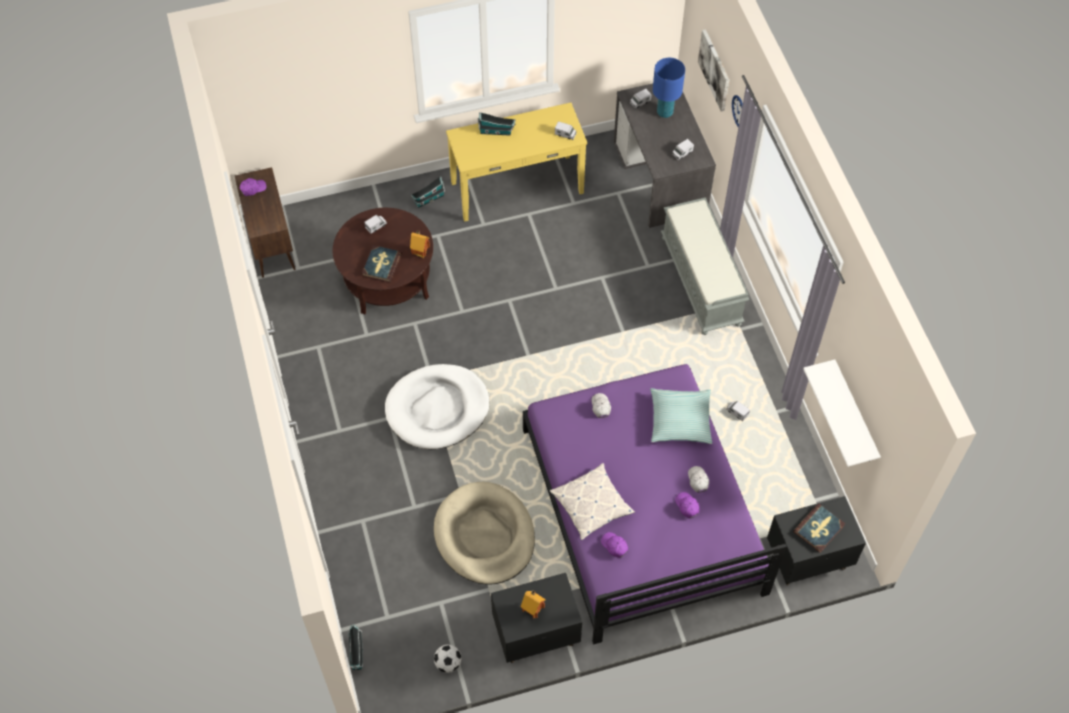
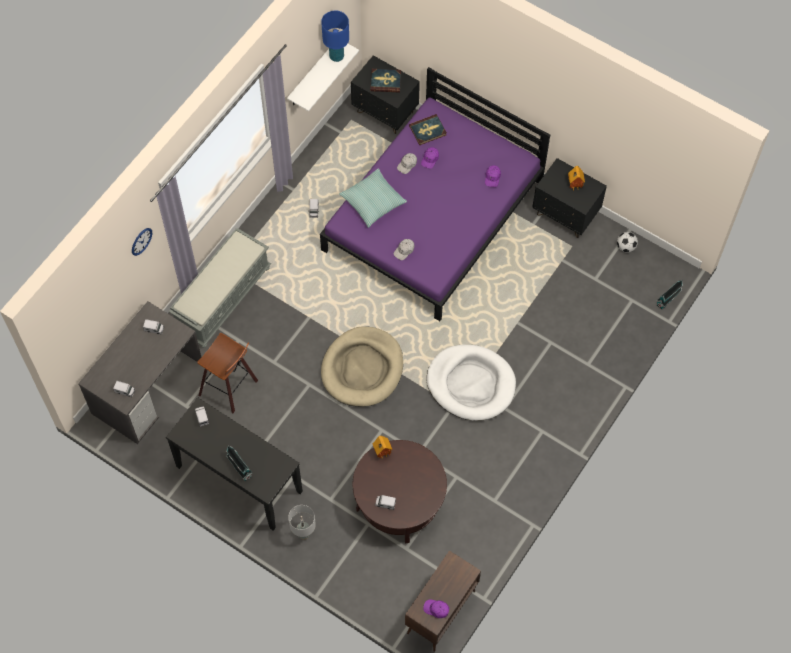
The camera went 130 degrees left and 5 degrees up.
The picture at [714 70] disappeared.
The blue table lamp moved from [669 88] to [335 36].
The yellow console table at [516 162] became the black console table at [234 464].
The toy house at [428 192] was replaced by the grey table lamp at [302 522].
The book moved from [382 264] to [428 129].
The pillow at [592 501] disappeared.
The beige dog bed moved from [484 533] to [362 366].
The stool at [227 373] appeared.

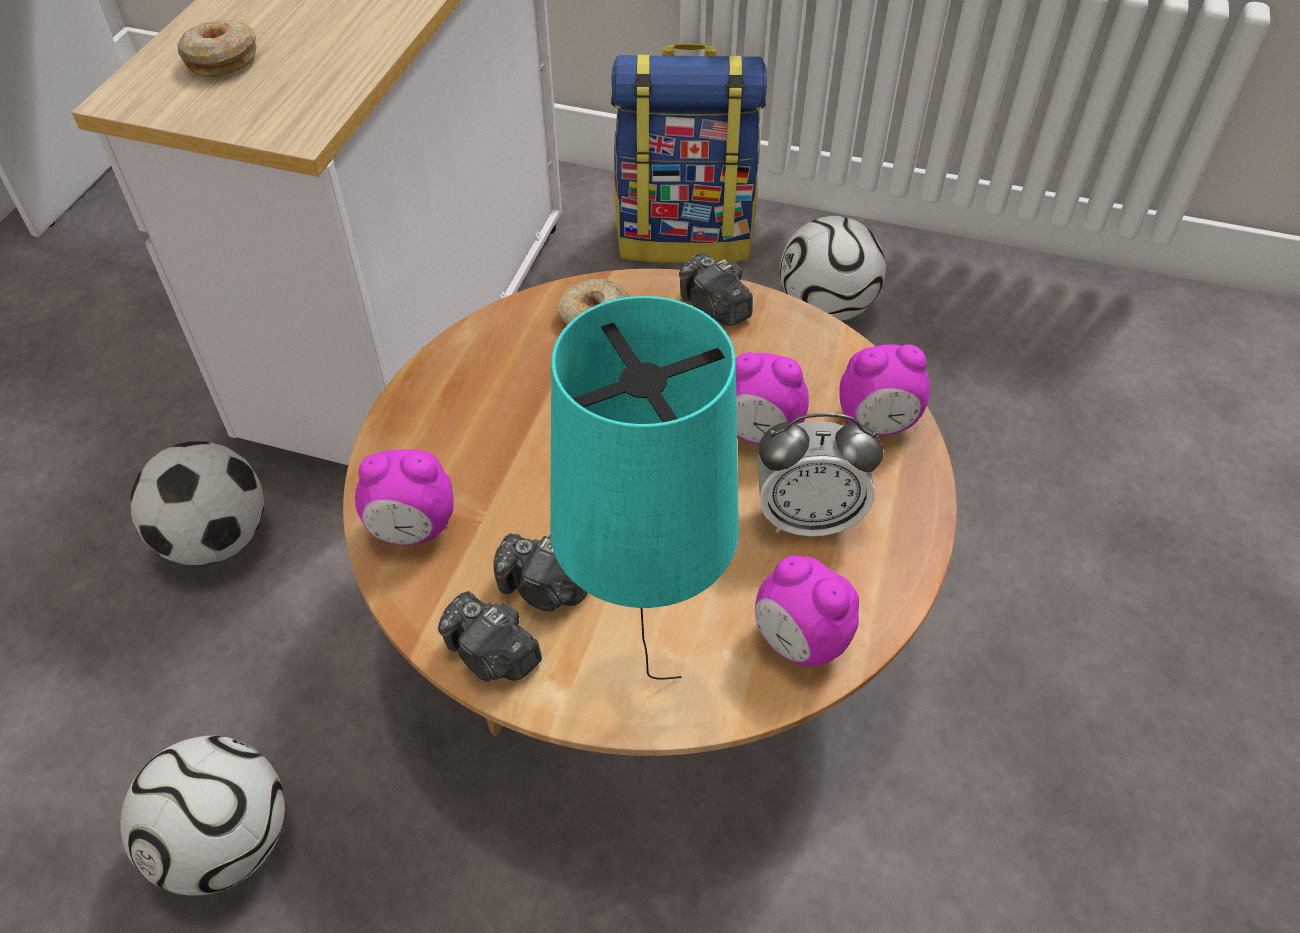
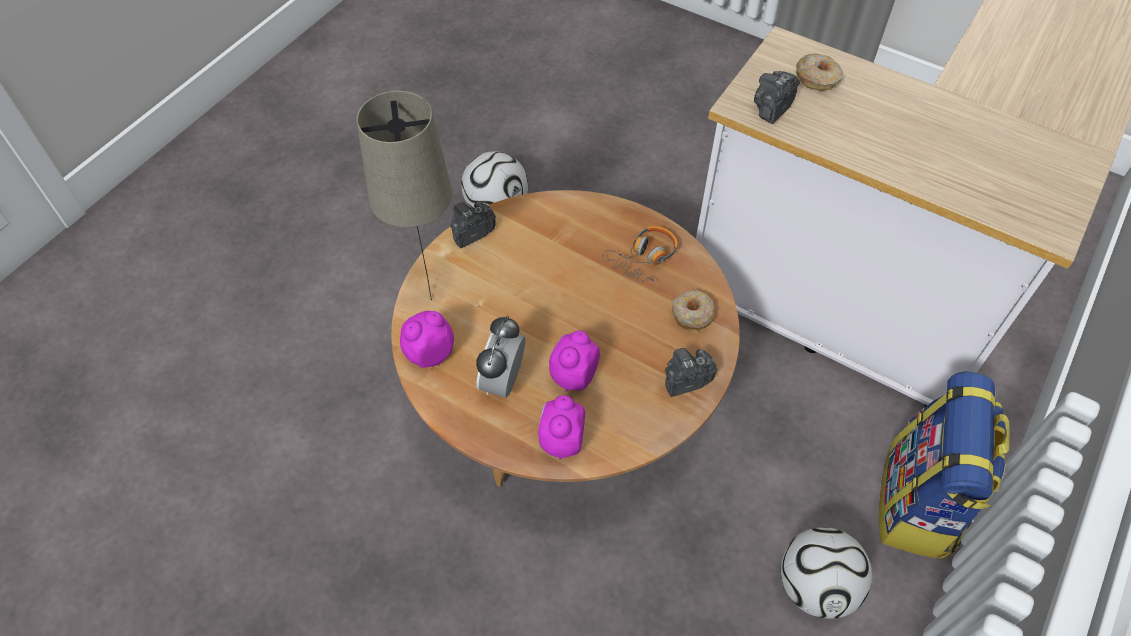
The camera went 105 degrees right and 5 degrees up.
The turquoise table lamp at [644 487] became the beige table lamp at [404 195].
The football at [197 503] disappeared.
The alarm clock at [404 497] disappeared.
The photo camera moved from [540 572] to [777 97].
The headphones at [640 254] appeared.

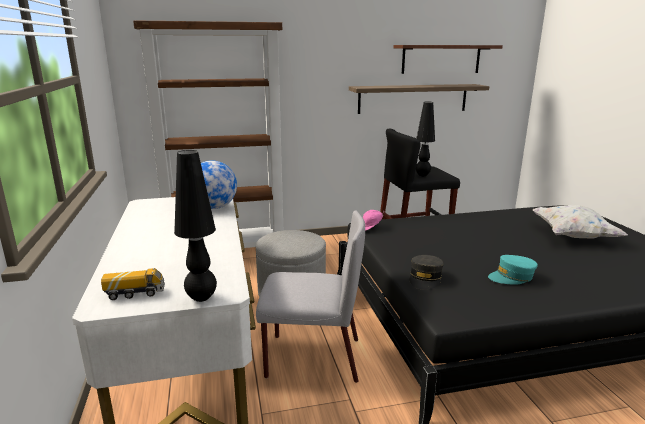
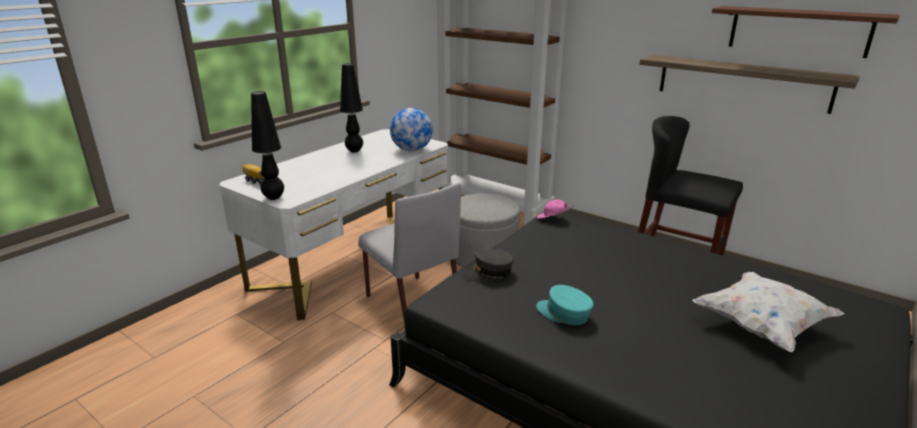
The camera went 50 degrees right and 5 degrees up.
The black table lamp moved from [425 138] to [351 108].

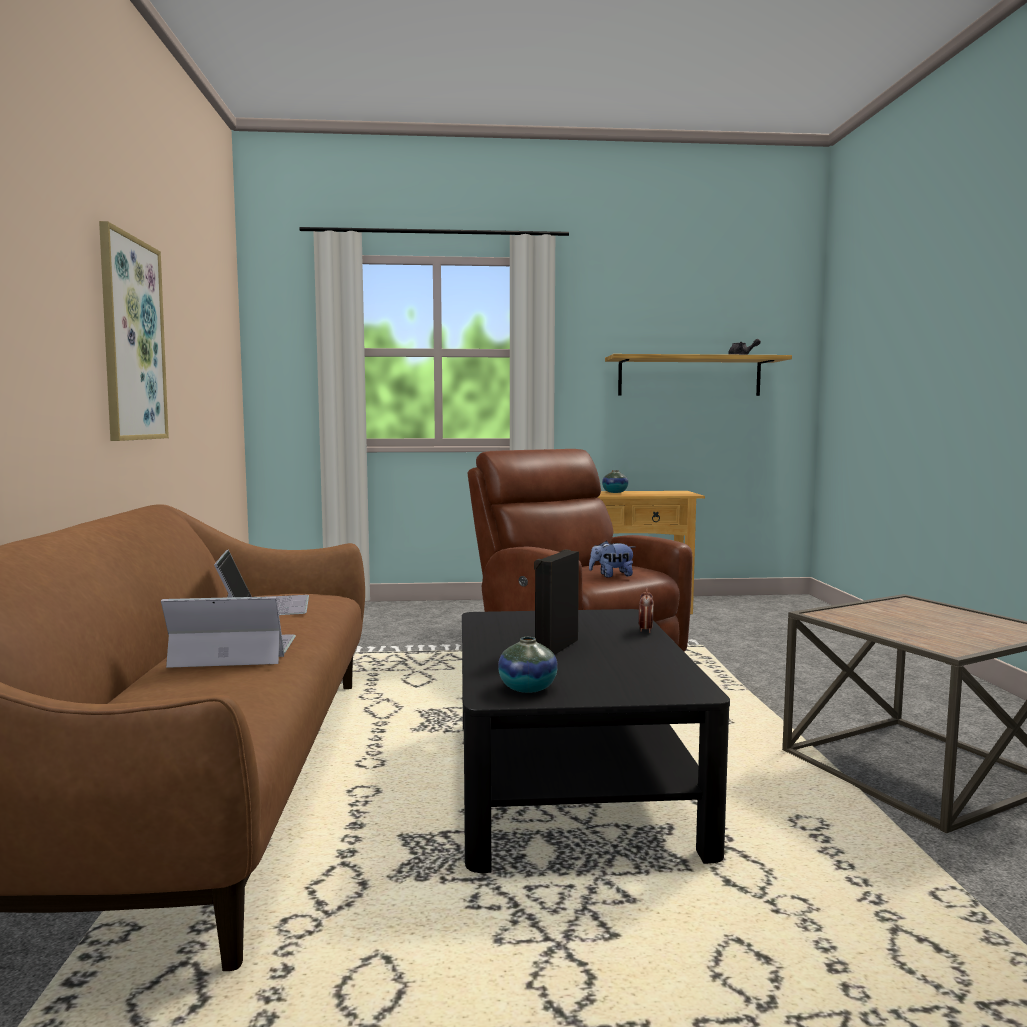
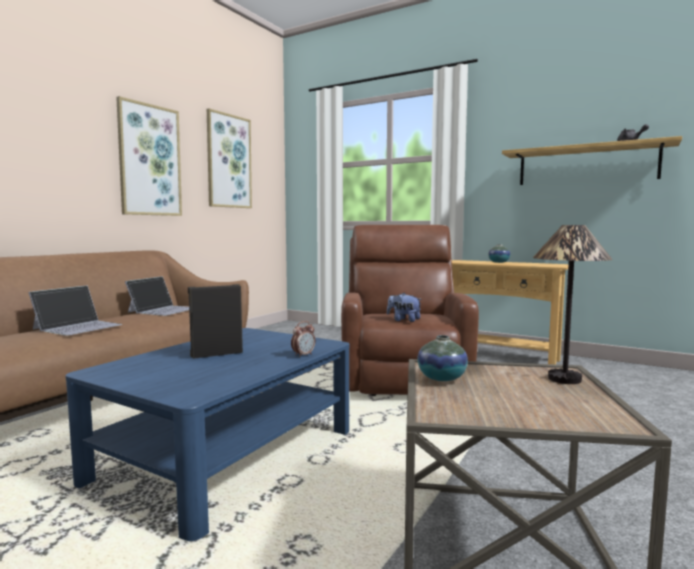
The camera went 35 degrees right and 0 degrees up.
The laptop at [228 632] turned 90 degrees clockwise.
The black coffee table at [596 741] became the blue coffee table at [207 434].
The vase moved from [528 665] to [442 358].
The picture at [229 158] appeared.
The table lamp at [573 304] appeared.

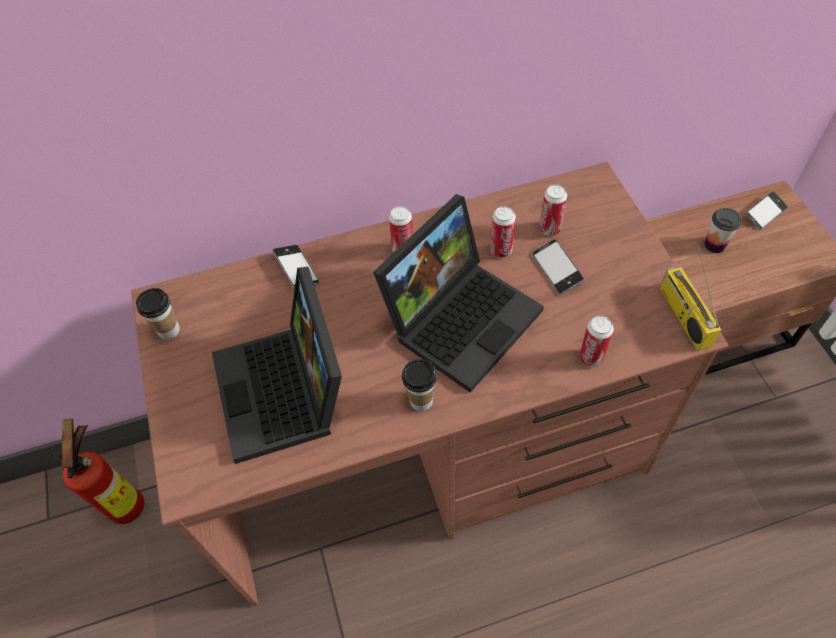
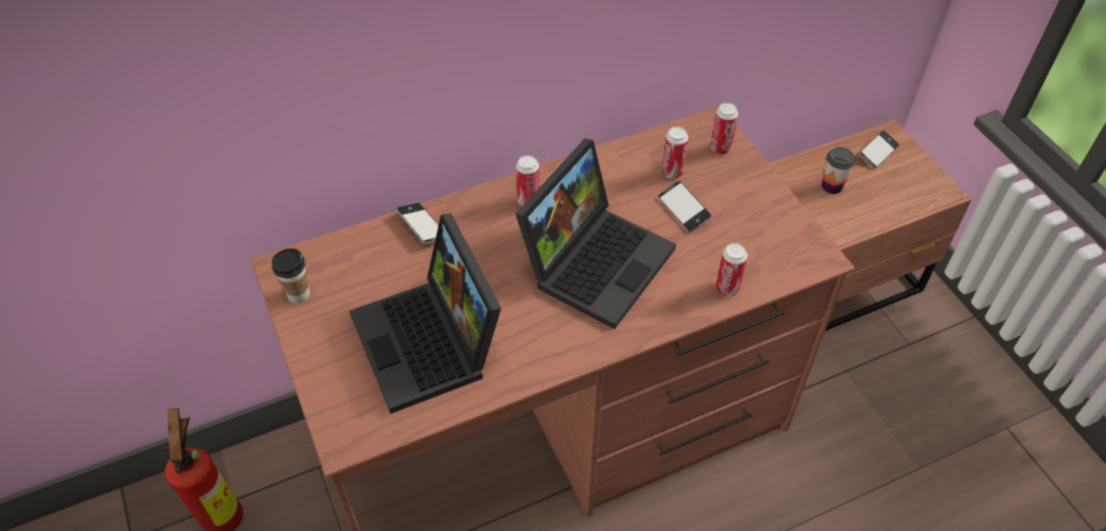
The camera went 10 degrees left and 5 degrees down.
The can moved from [503 231] to [724 128].
The radio at [690 298] disappeared.
The cup at [419 385] disappeared.

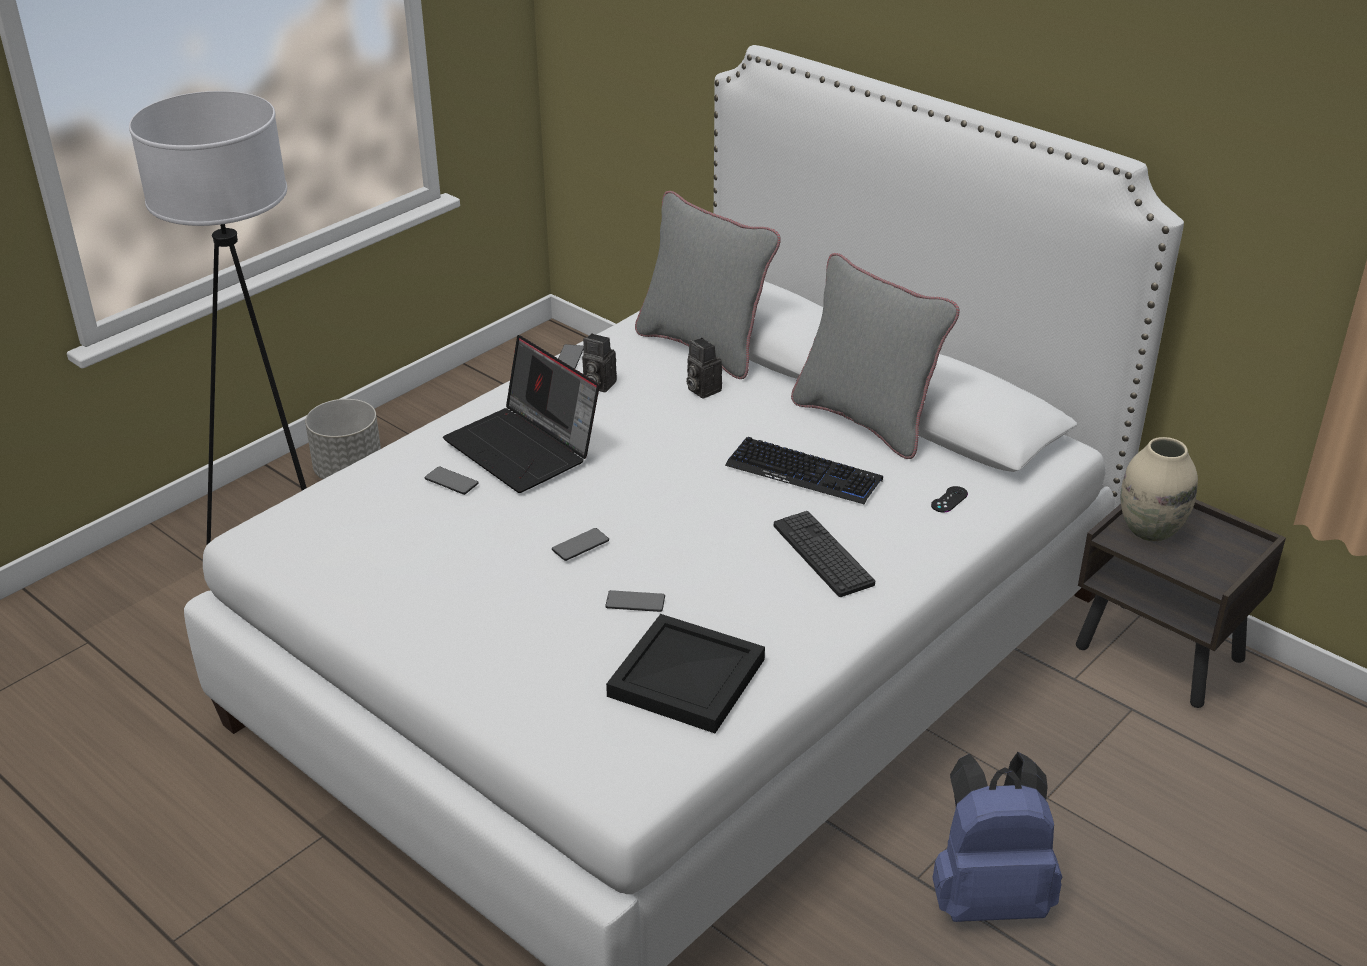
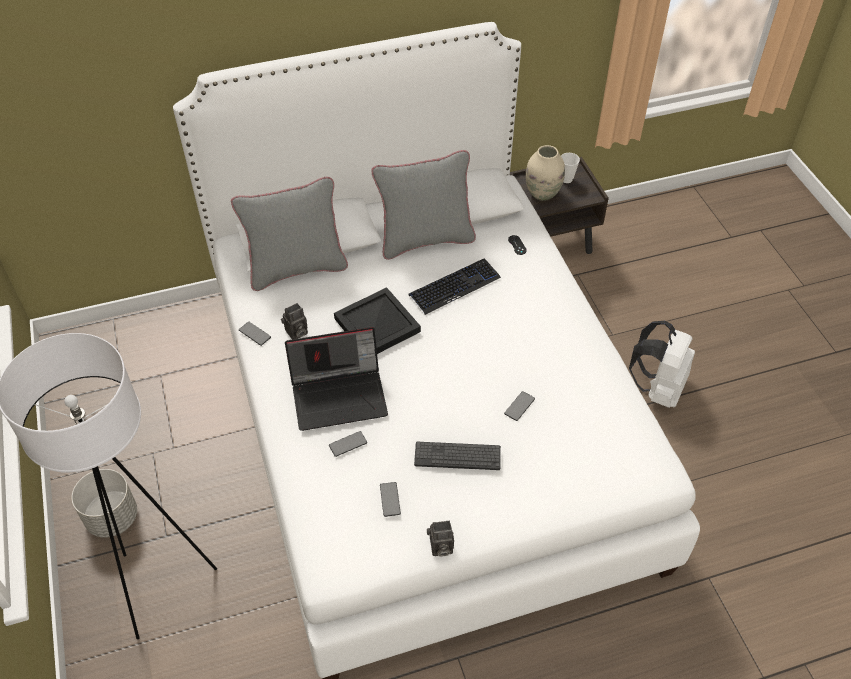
The camera went 60 degrees left and 15 degrees up.
The photo camera moved from [704 368] to [440 539].
The keyboard moved from [824 554] to [457 456].
The phone moved from [580 544] to [390 499].
The black tray moved from [685 673] to [377 320].
The blue backpack at [997 837] became the white backpack at [662 364].
The cup at [570 168] appeared.

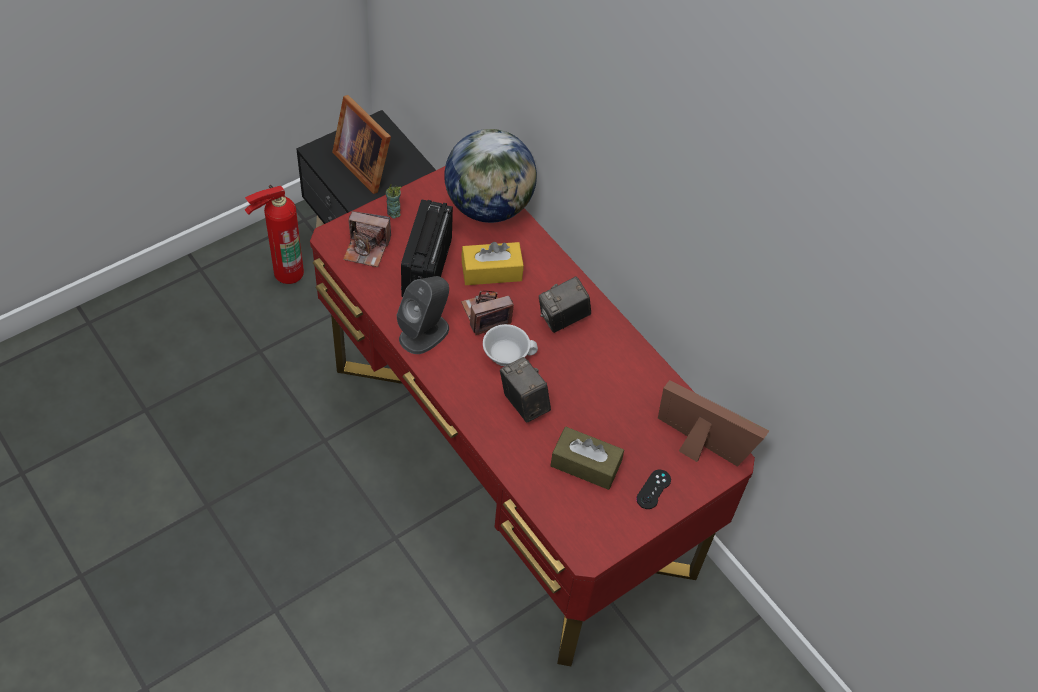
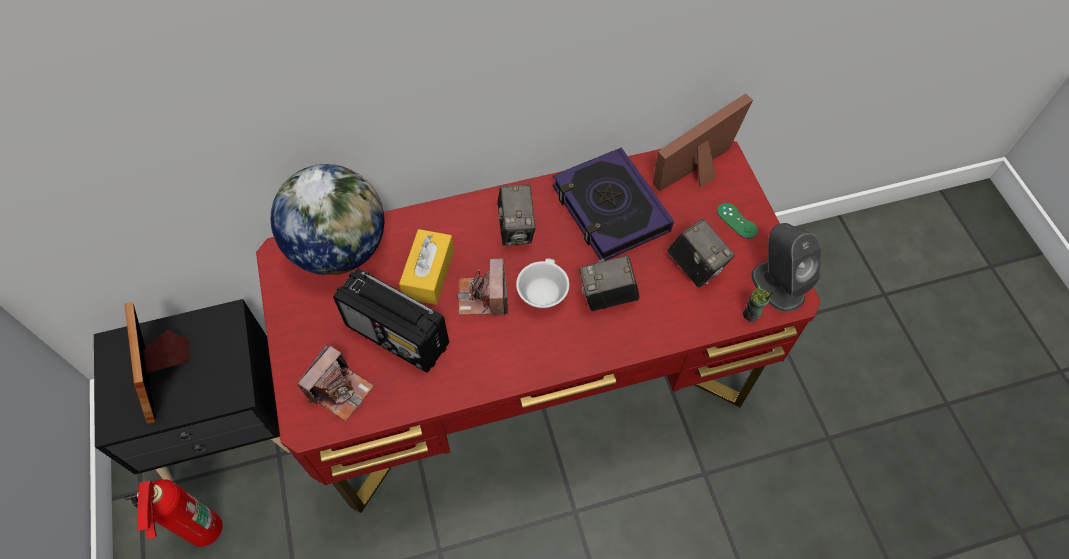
The camera went 65 degrees left and 5 degrees up.
The picture frame at [361 144] turned 90 degrees clockwise.
The cup moved from [393 201] to [758 304].
The grey speaker moved from [422 315] to [786 267].
The brown tissue box at [587 458] was replaced by the photo camera at [701 253].
The black game controller at [653 489] became the green game controller at [737 221].
The book at [613 204] appeared.

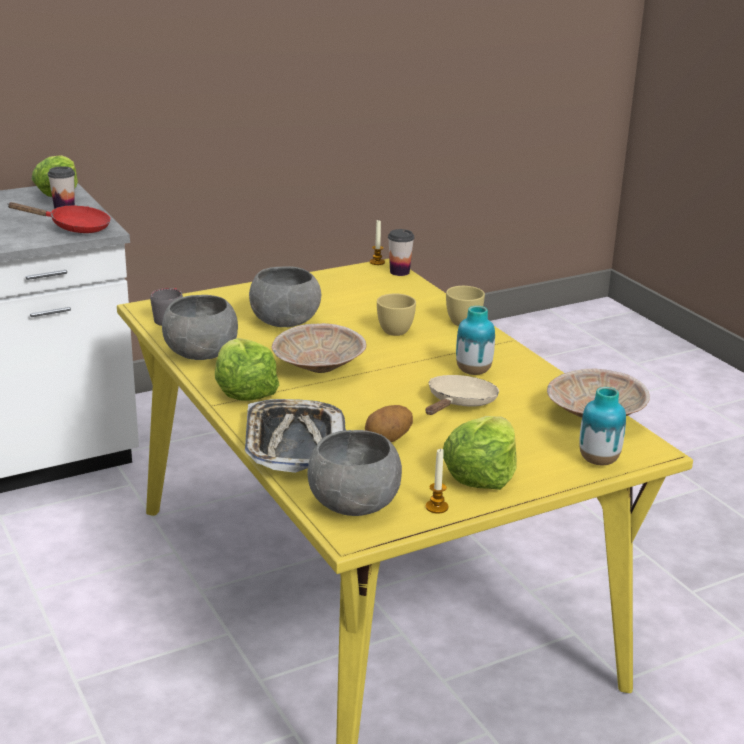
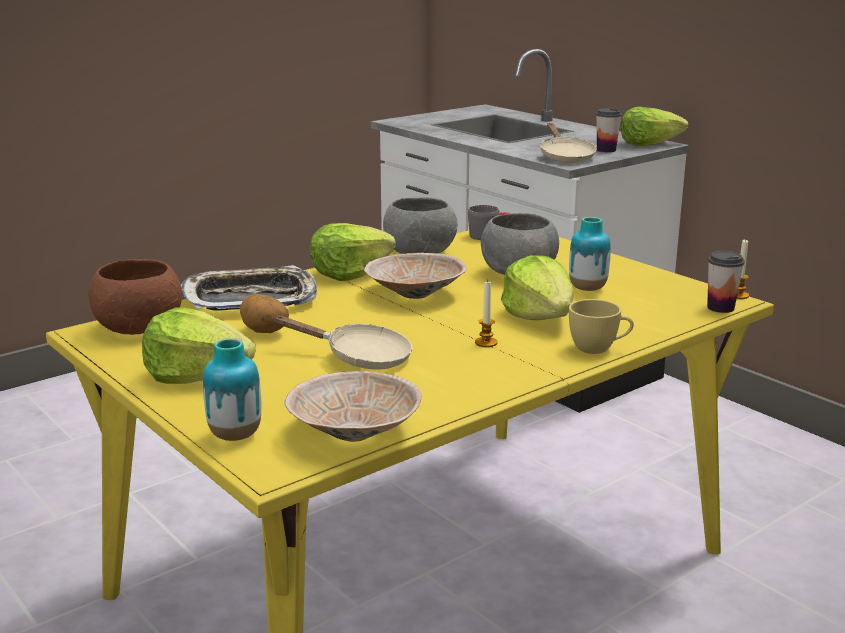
The camera went 80 degrees right and 5 degrees down.
The red frying pan at [59 217] became the beige frying pan at [568 143].
The yellow cup at [396 315] was replaced by the lettuce at [537 287].
The vase moved from [475 340] to [590 254].
The grey bowl at [354 473] became the brown bowl at [135 297].
The candle moved from [437 481] to [486 313].

